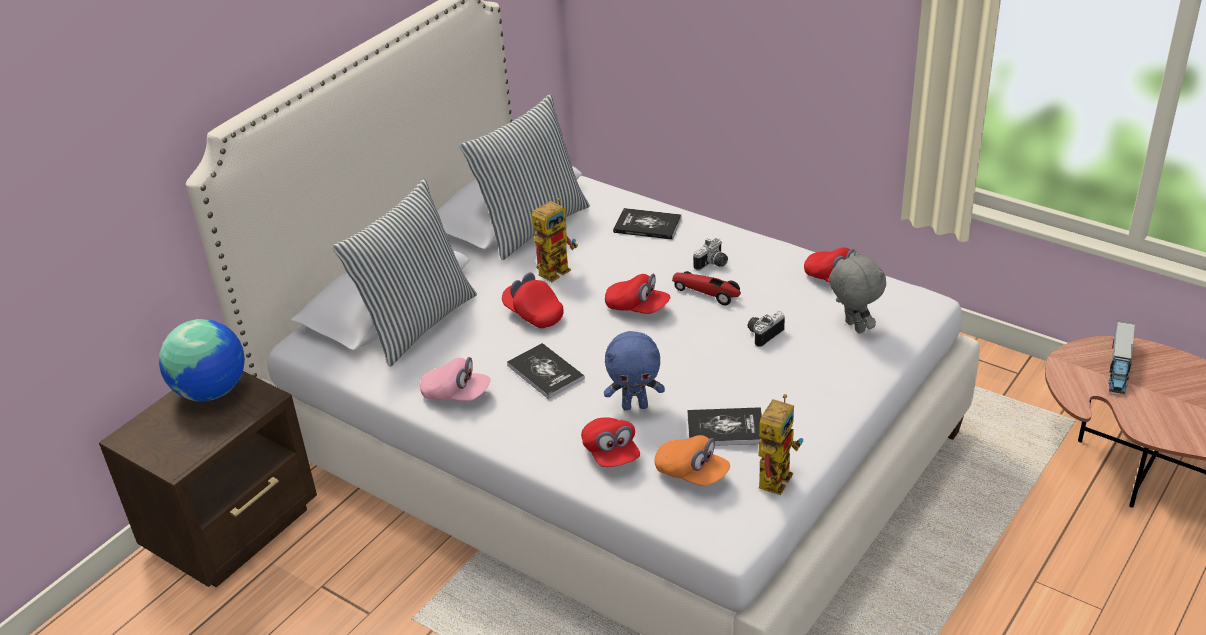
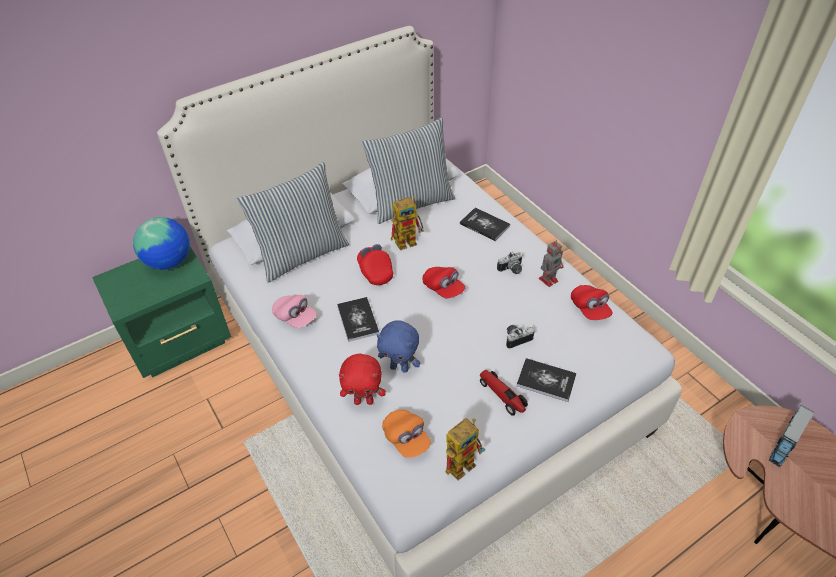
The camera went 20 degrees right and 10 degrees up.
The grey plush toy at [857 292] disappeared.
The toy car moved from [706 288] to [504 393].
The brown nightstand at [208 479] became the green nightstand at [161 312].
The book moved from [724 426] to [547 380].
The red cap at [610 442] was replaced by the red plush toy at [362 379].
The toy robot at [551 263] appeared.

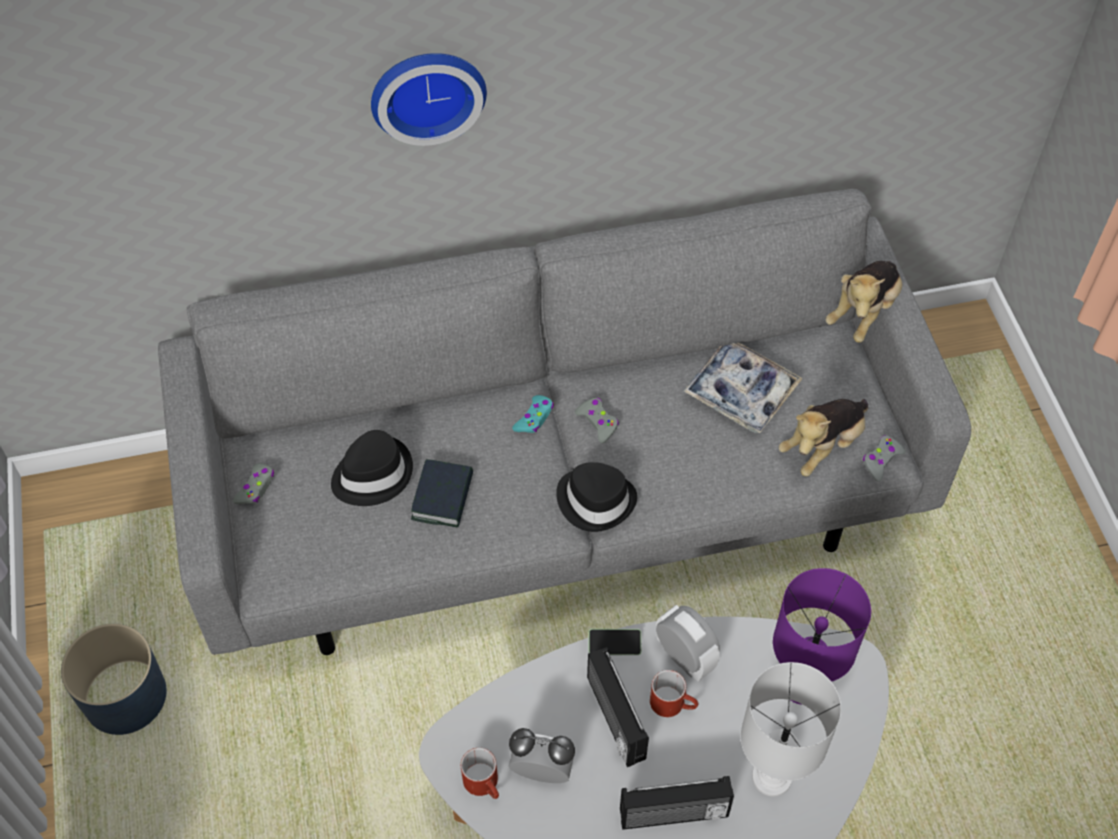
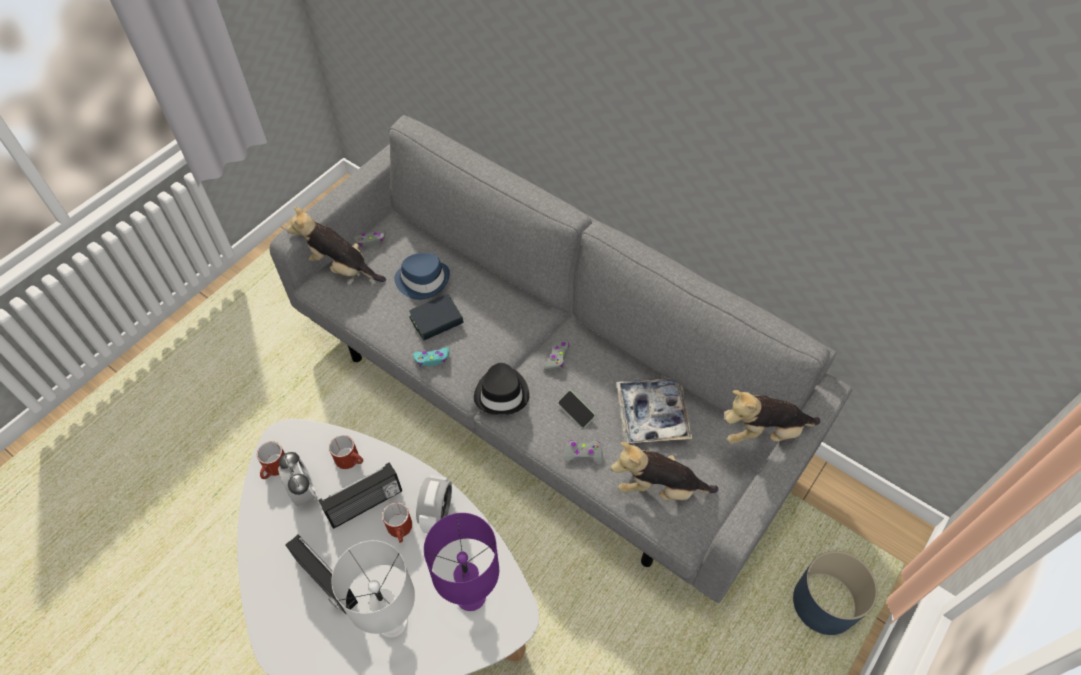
The camera went 50 degrees right and 0 degrees up.
The wall clock at [429 99] disappeared.
The turquoise game controller moved from [533 414] to [431 356].
The black hat at [372 468] became the blue hat at [422 276].
The grey game controller moved from [884 458] to [583 452].
The blue planter moved from [114 679] to [835 593].
The phone moved from [615 642] to [576 409].
The radio at [618 707] turned 150 degrees counterclockwise.
The plush toy at [336 244] appeared.
The red mug at [346 452] appeared.

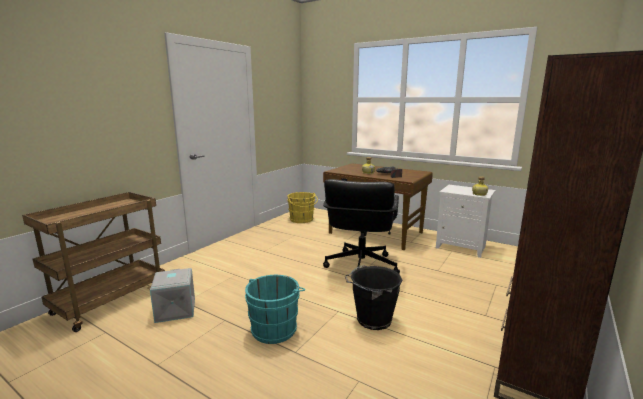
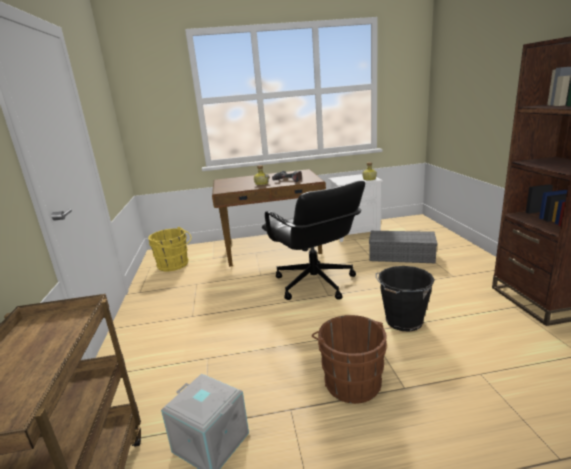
The camera went 40 degrees left and 5 degrees up.
The turquoise bucket at [275 309] became the brown bucket at [349 359].
The grey storage box at [403 247] appeared.

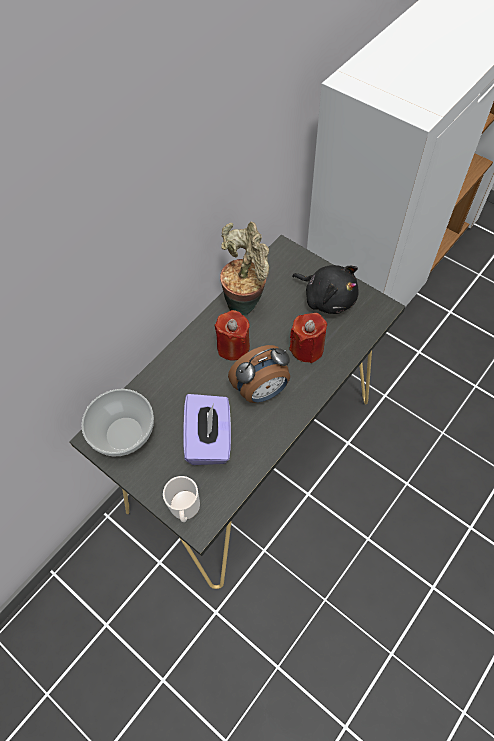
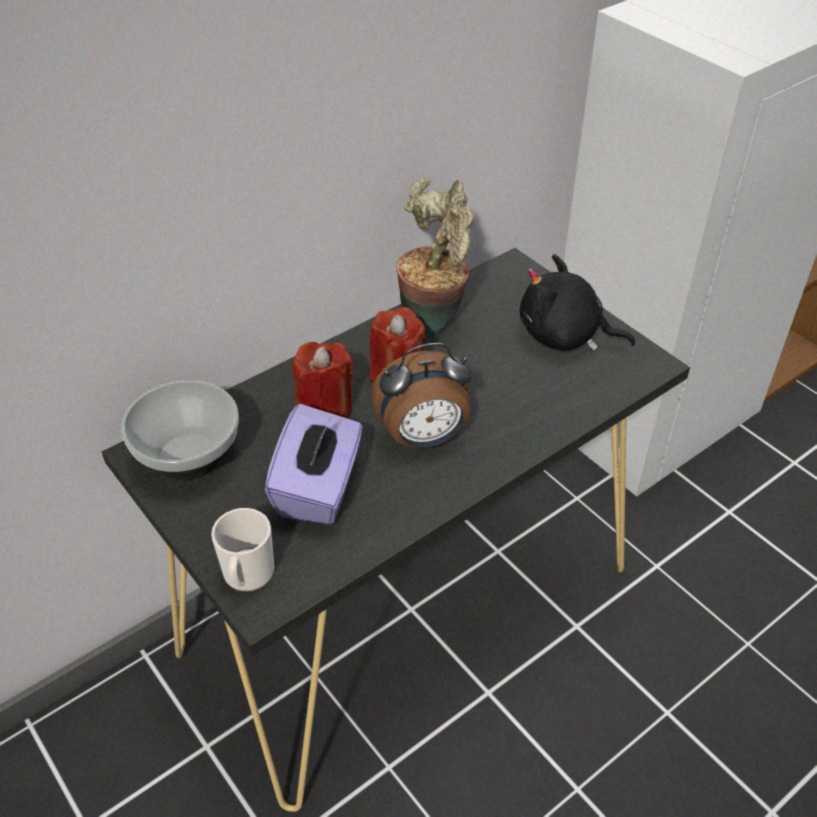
The camera went 10 degrees right and 15 degrees down.
The black plush toy at [325 289] turned 150 degrees clockwise.
The red candle moved from [308 338] to [323 380].

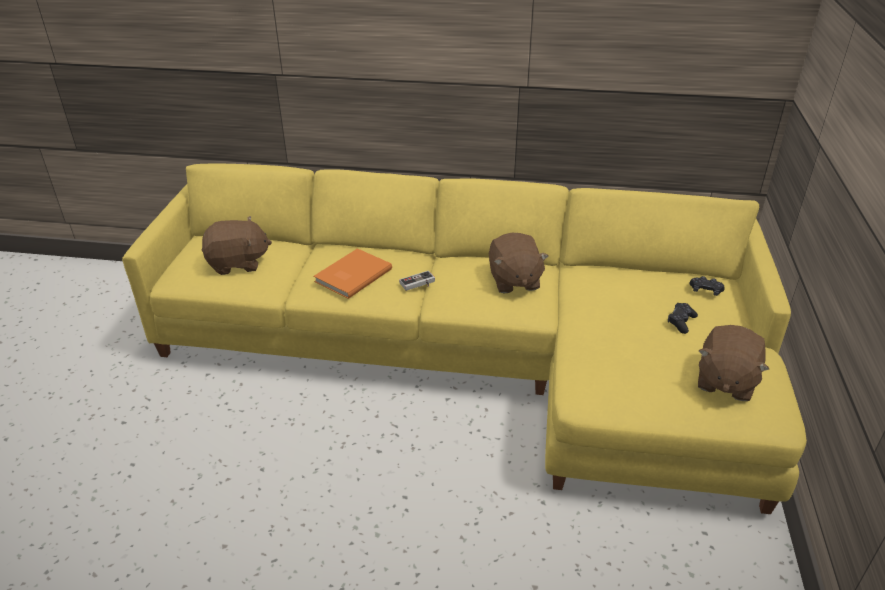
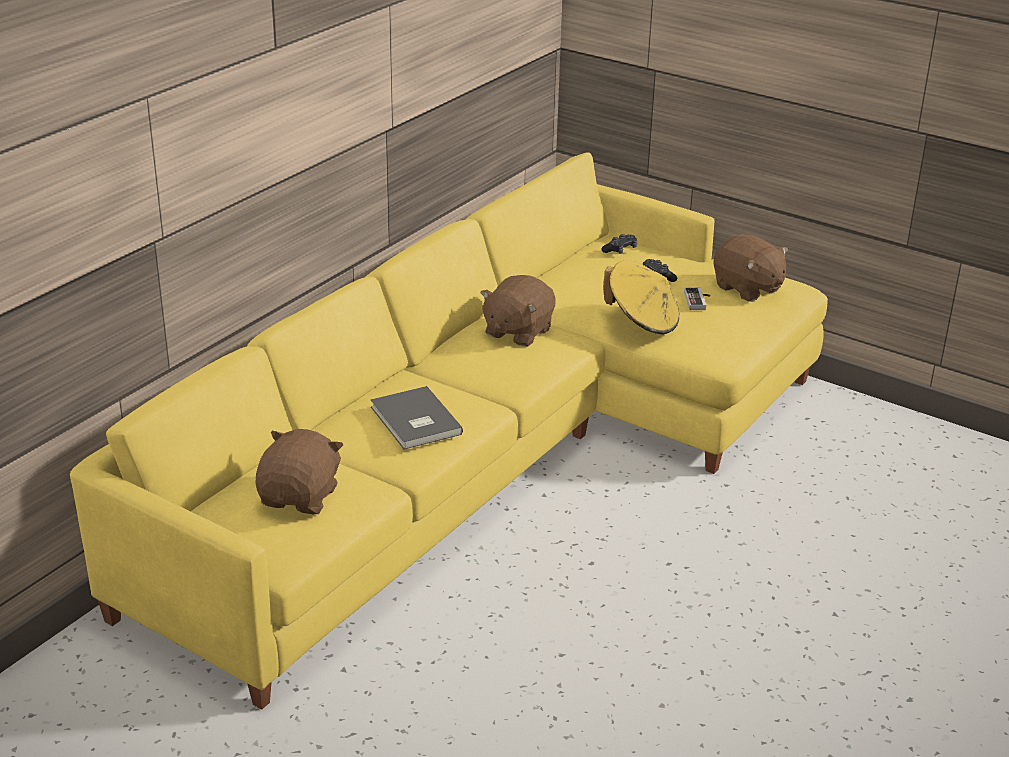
The camera went 65 degrees left and 5 degrees down.
The brown plush toy at [519 263] turned 105 degrees clockwise.
The orange book at [352 273] became the grey book at [417 418].
The game controller moved from [417 281] to [697 298].
The yellow hat at [641 297] appeared.

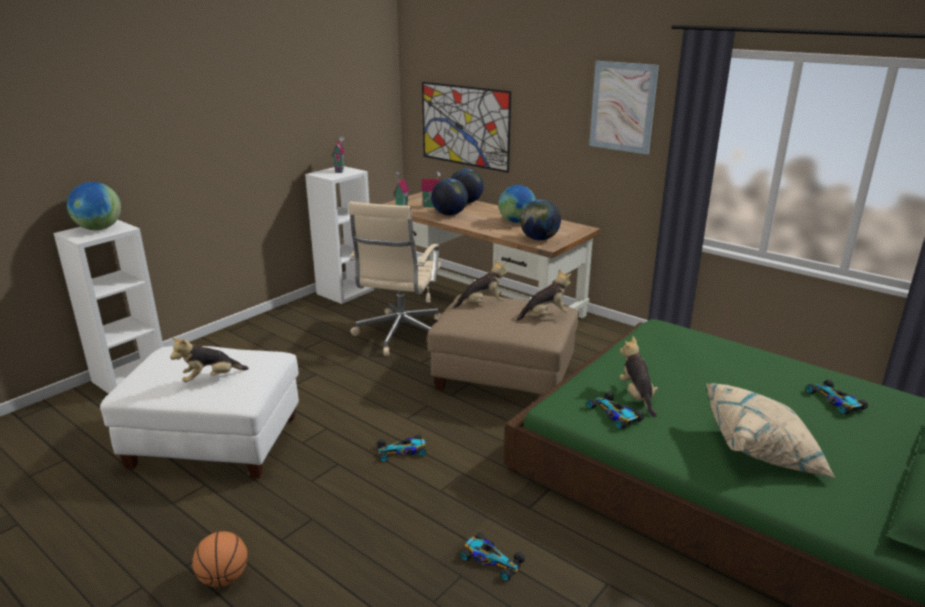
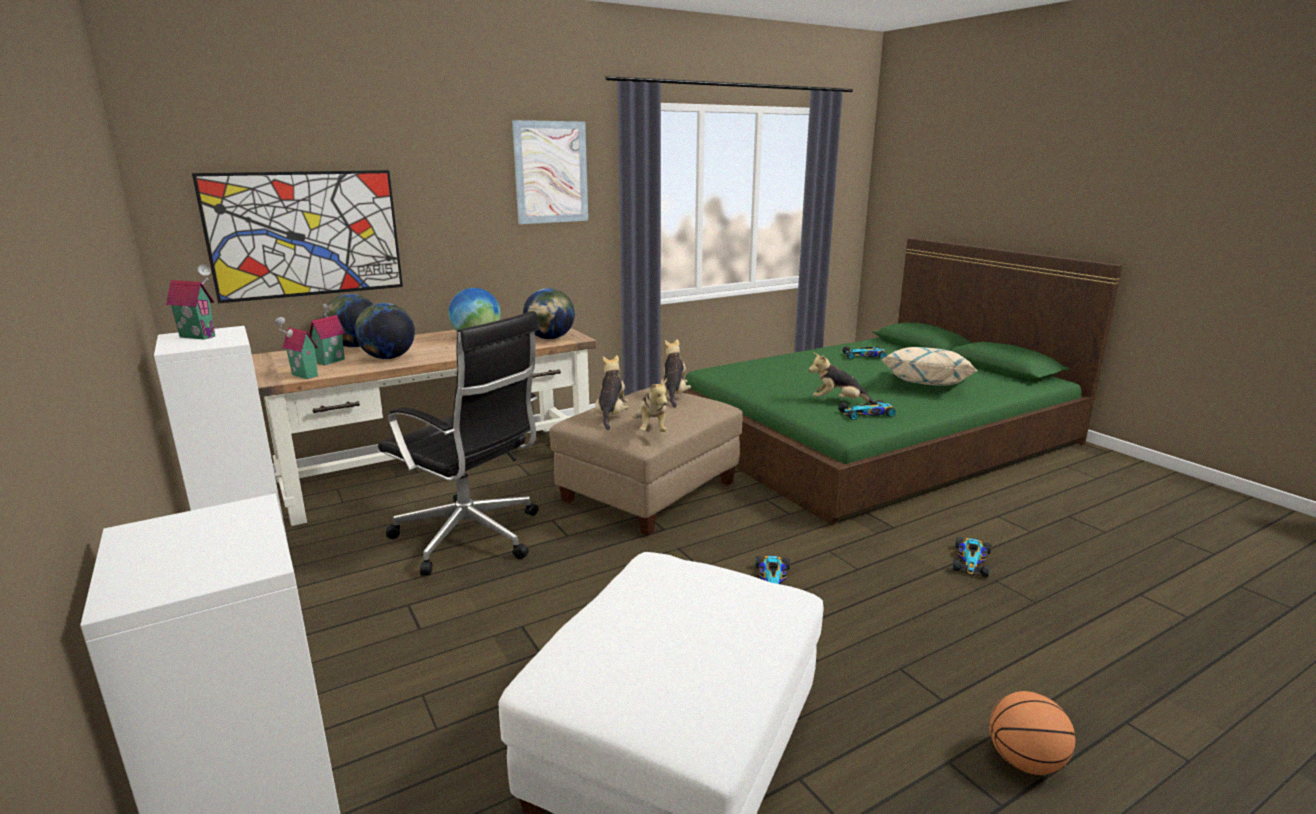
The camera went 70 degrees left and 5 degrees down.
The globe at [94 206] disappeared.
The beige office chair at [395 279] became the black office chair at [458 443].
The plush toy moved from [209 360] to [649 405].
The toy car at [493 557] turned 150 degrees clockwise.

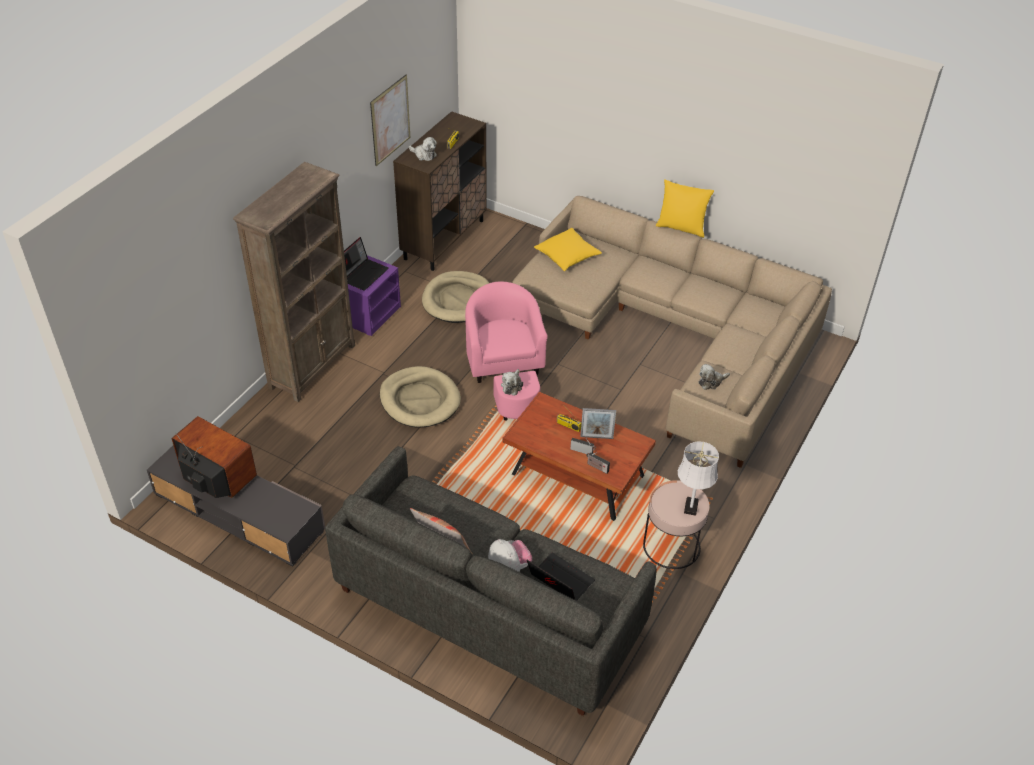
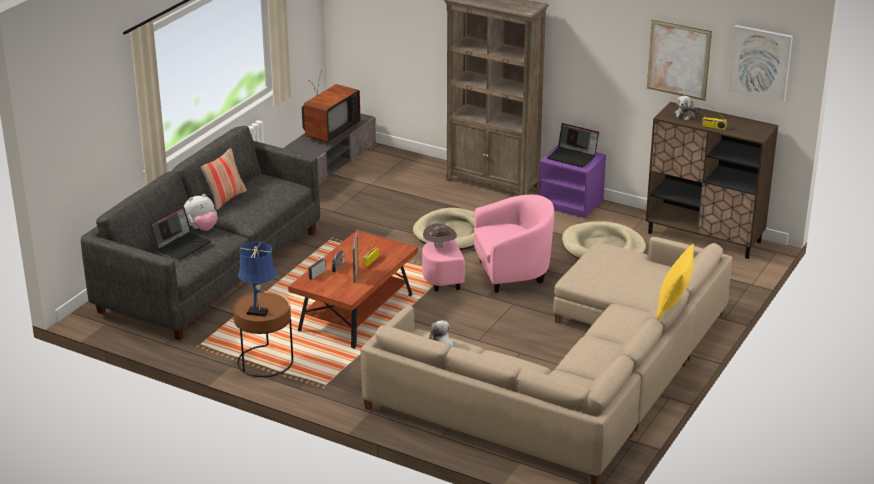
The camera went 90 degrees right and 15 degrees down.
The yellow pillow at [568 249] disappeared.
The plush toy at [512 382] was replaced by the brown hat at [440 236].
The white table lamp at [698 478] became the blue table lamp at [257 279].
The pink side table at [676 524] became the brown side table at [263 334].
The picture at [760 63] appeared.

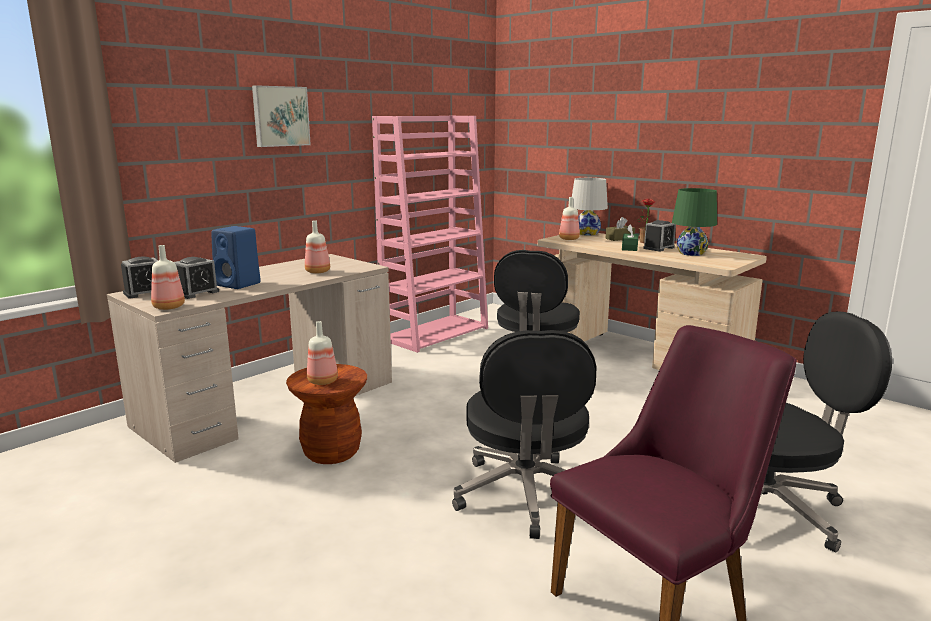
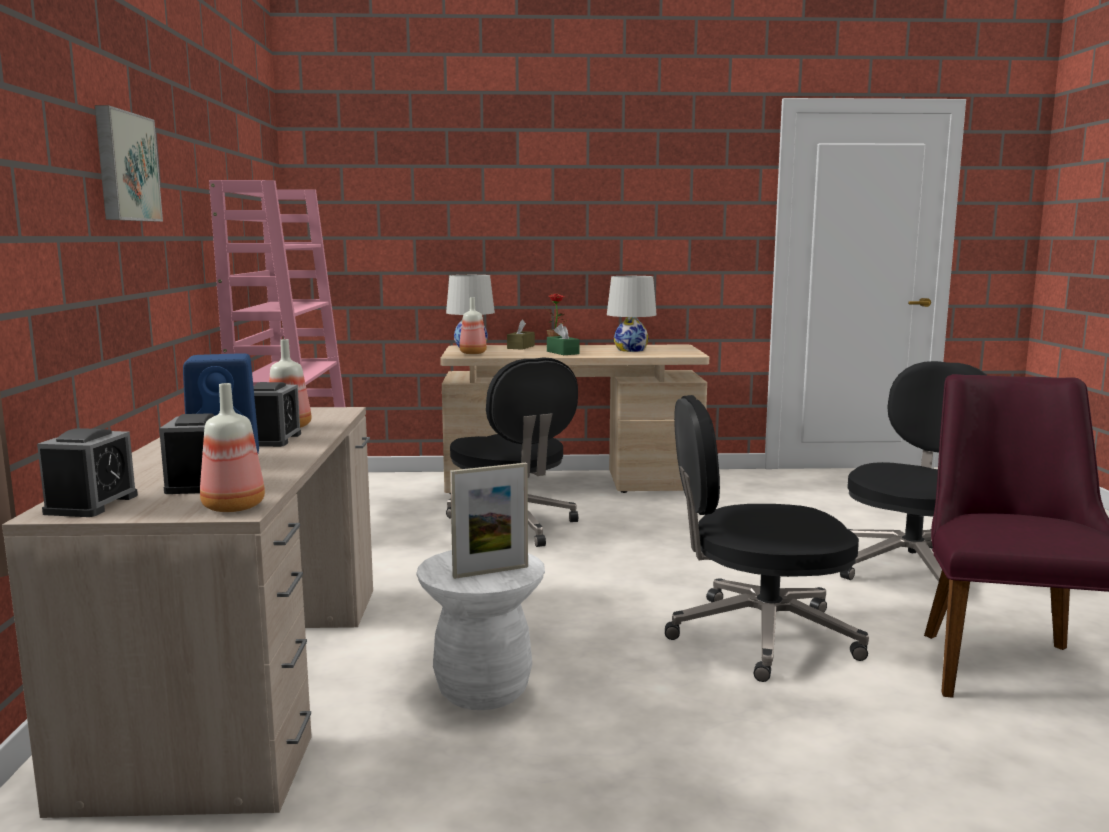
The camera went 45 degrees left and 5 degrees down.
The green table lamp at [694 222] became the white table lamp at [632 314].
The alarm clock moved from [659 236] to [277 414].
The bottle at [322 353] was replaced by the picture frame at [489 521].
The black office chair at [524 434] turned 135 degrees clockwise.
The brown stool at [326 414] became the white stool at [481 630].

